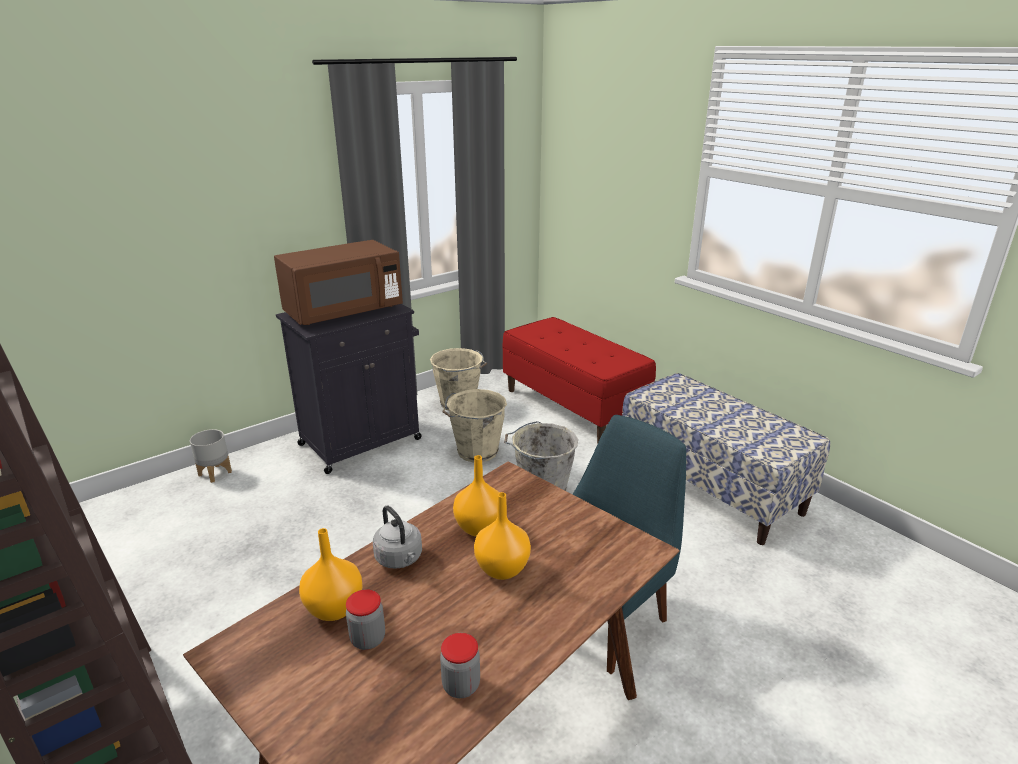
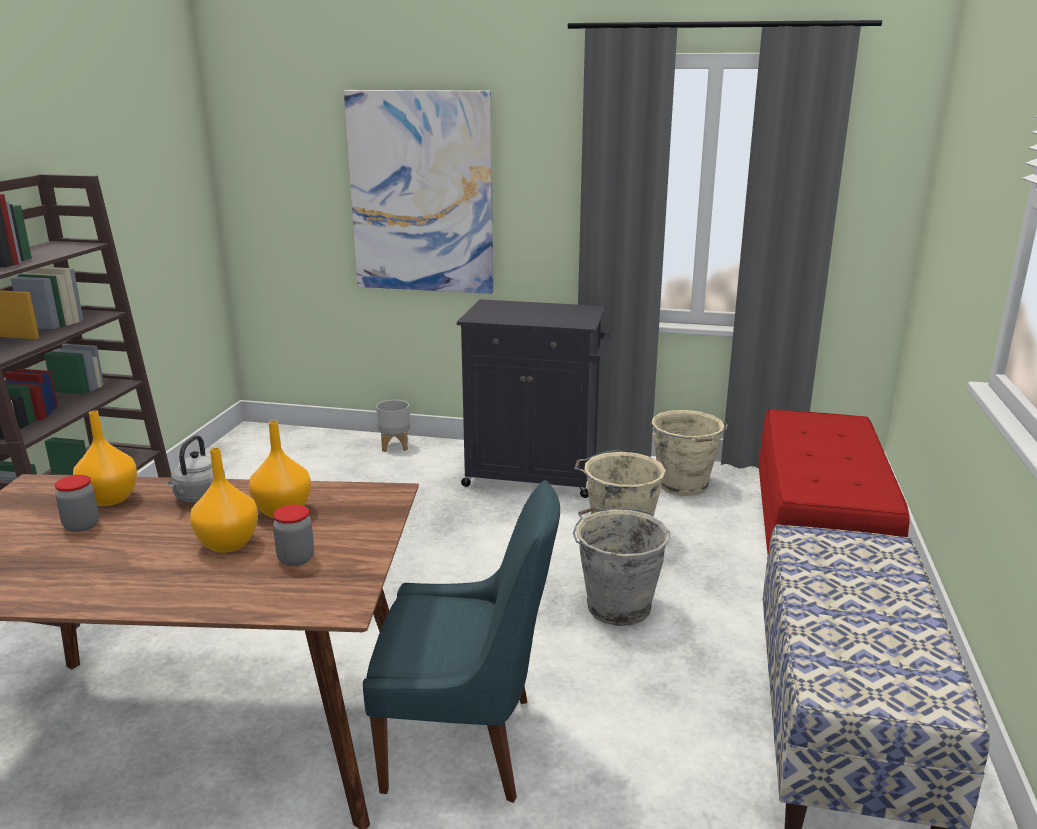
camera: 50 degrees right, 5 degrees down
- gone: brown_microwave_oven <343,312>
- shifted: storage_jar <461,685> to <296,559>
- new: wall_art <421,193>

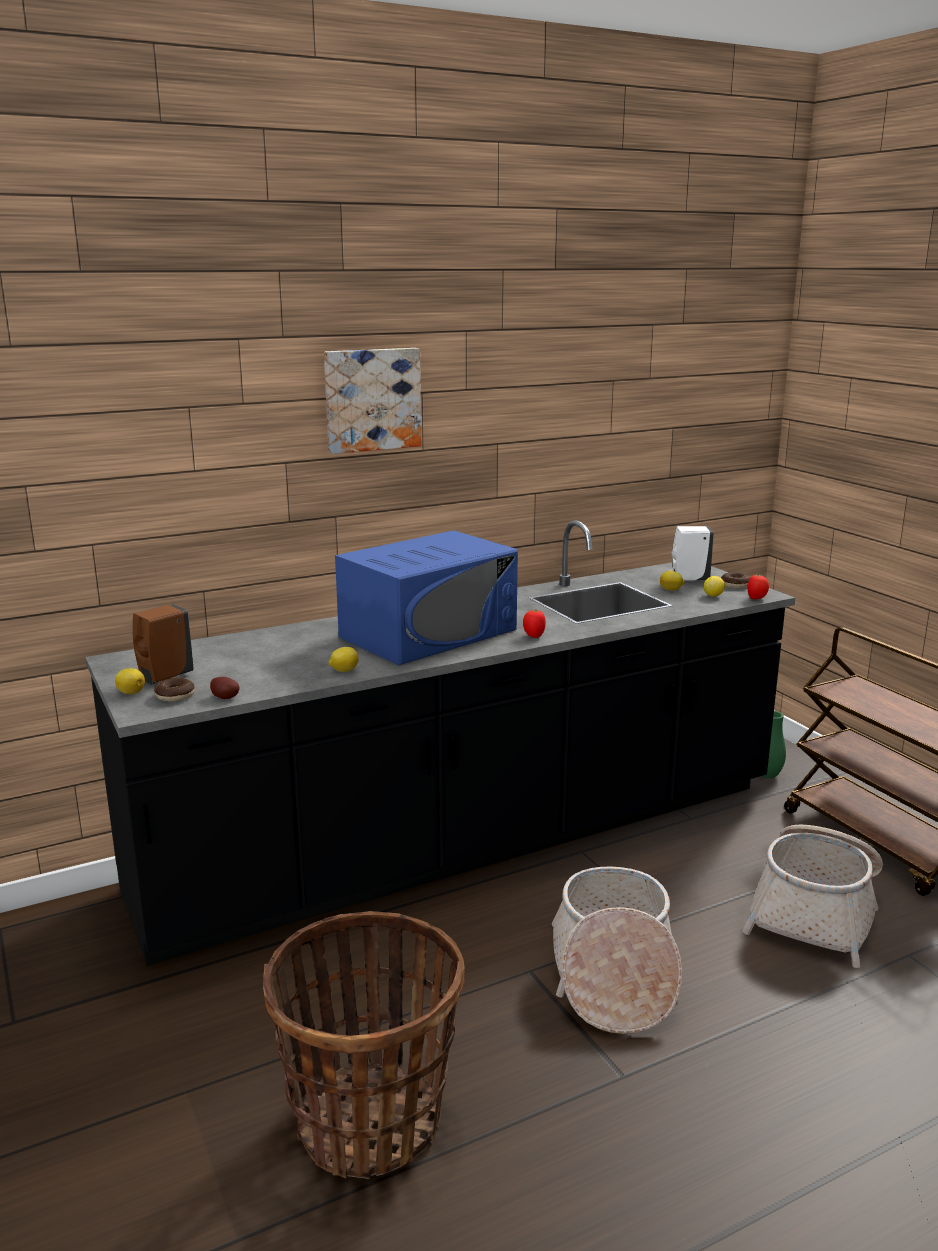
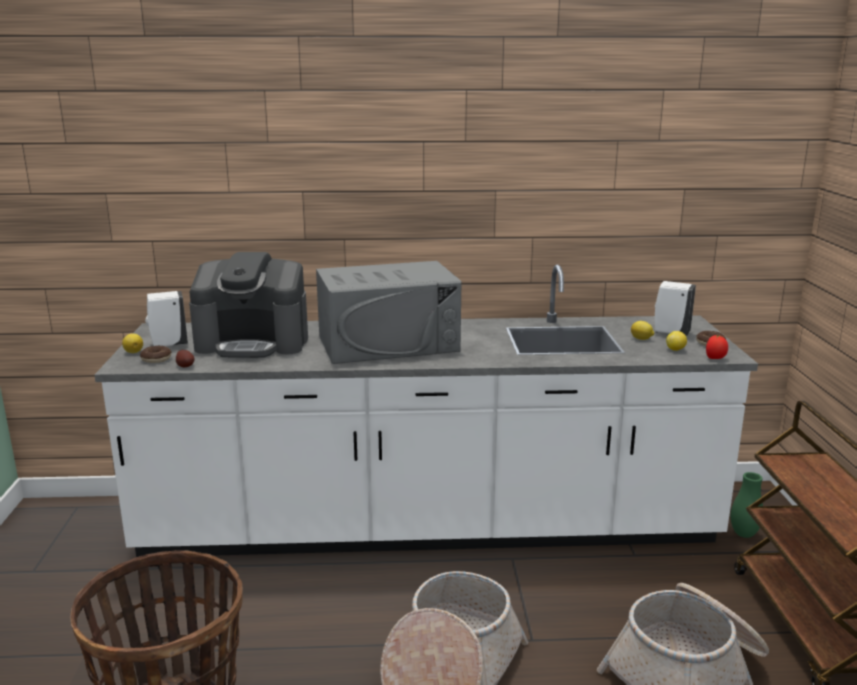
camera: 25 degrees right, 0 degrees up
- repainted: black_kitchen_base_unit <469,841> to white-coloured_kitchen_base_unit <428,526>
- repainted: brown_soap_bottle <164,677> to white-coloured_soap_bottle <167,345>
- gone: wall_art <371,399>
- gone: whole_lemon <344,670>
- repainted: blue-coloured_microwave_oven <429,633> to greyish_microwave_oven <388,343>
- gone: fresh_tomato <533,636>
- new: coffee_machine <253,342>

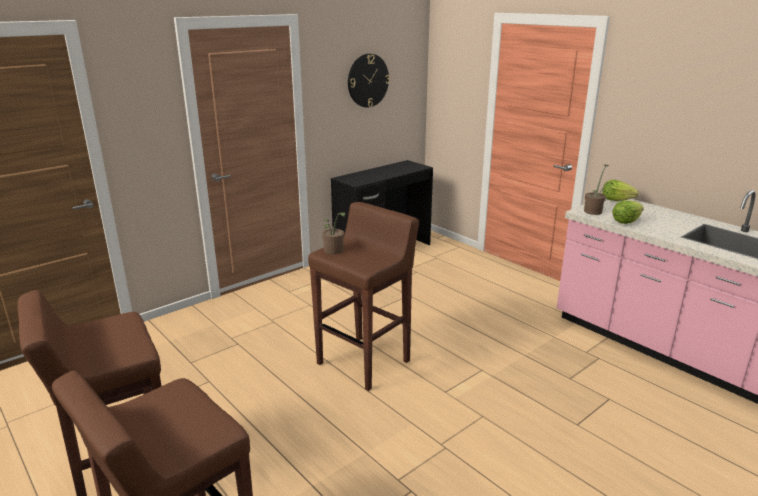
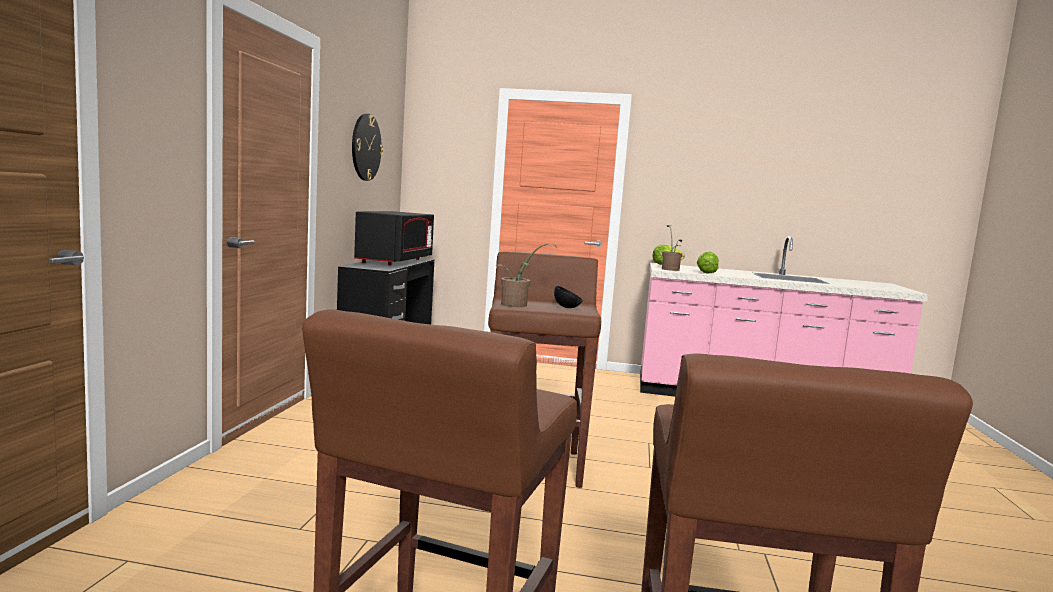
camera: 40 degrees left, 15 degrees down
- new: black_microwave_oven <395,261>
- new: black_deep_dish <567,308>

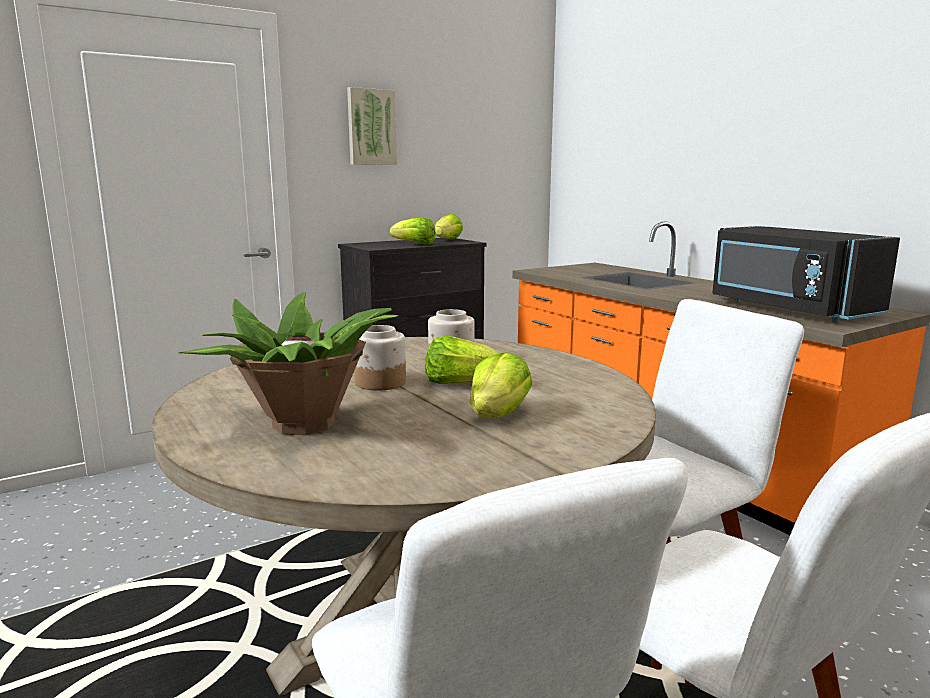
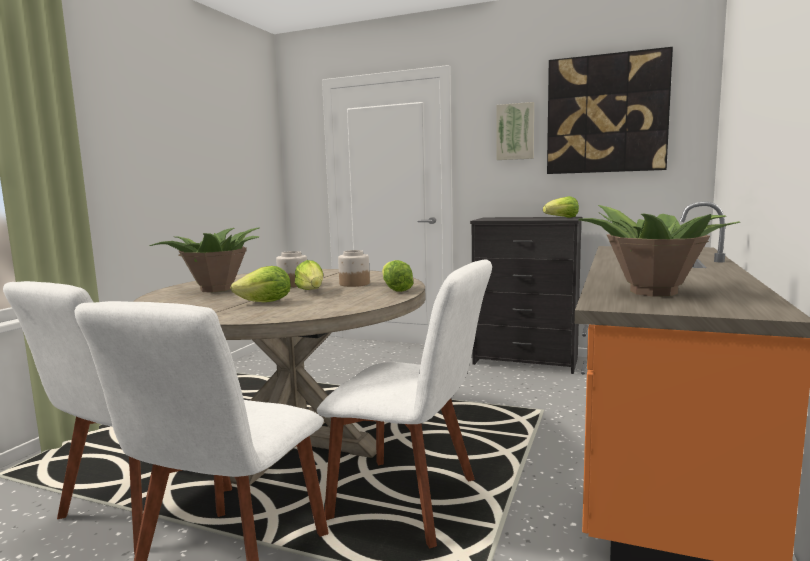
camera: 55 degrees right, 5 degrees down
- shifted: lettuce_head <415,244> to <395,289>
- swapped: black_microwave_oven <788,309> to potted_plant <653,291>
- new: wall_art <606,114>

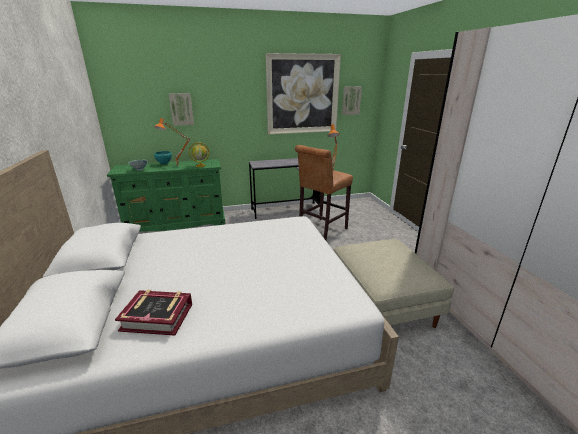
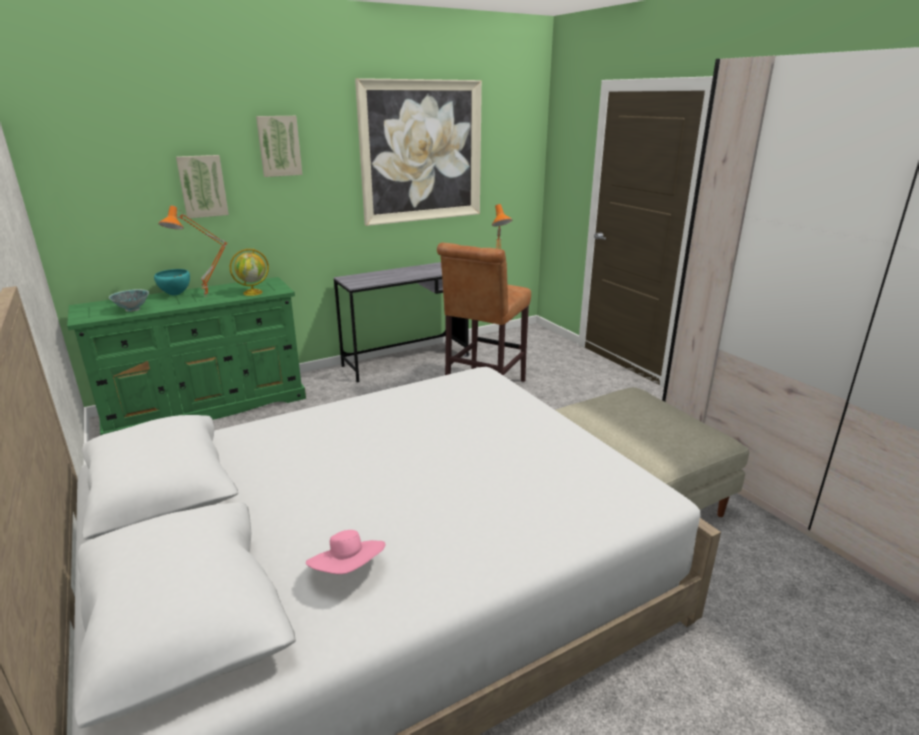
camera: 15 degrees left, 0 degrees up
- swapped: book <157,317> to pink-coloured_clothing_hat <349,570>
- shifted: wall_art <351,100> to <279,146>

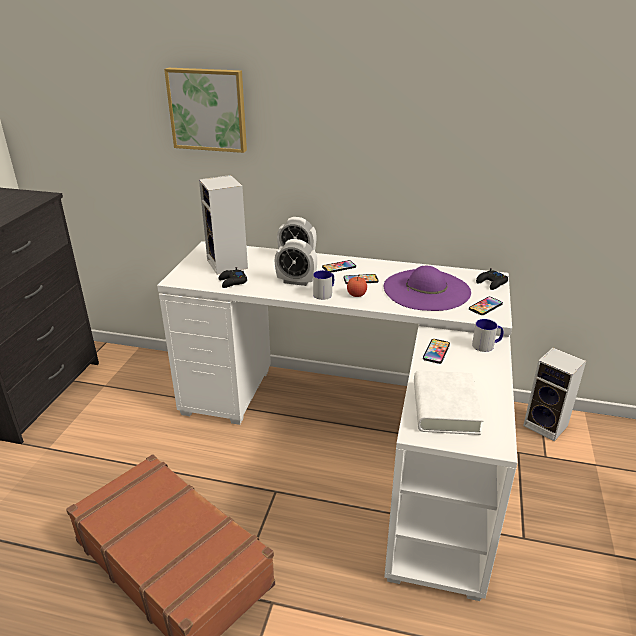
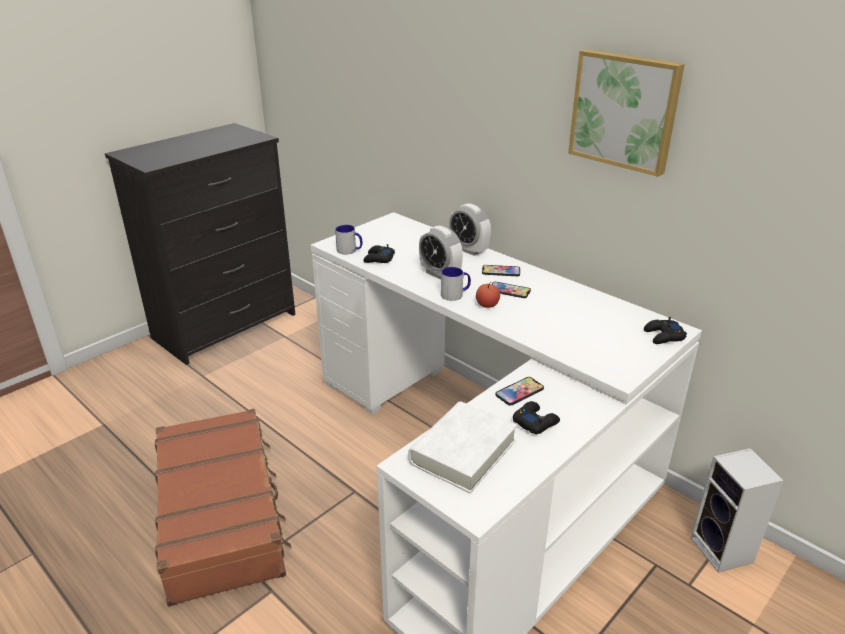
camera: 30 degrees right, 0 degrees up
- shifted: wall_art <208,109> to <625,110>
- gone: loudspeaker <228,265>
- gone: purple-coloured_clothing_hat <426,289>
- gone: handset <485,306>
- shifted: coffee_mug <486,345> to <350,250>
- new: black_game_controller <535,422>

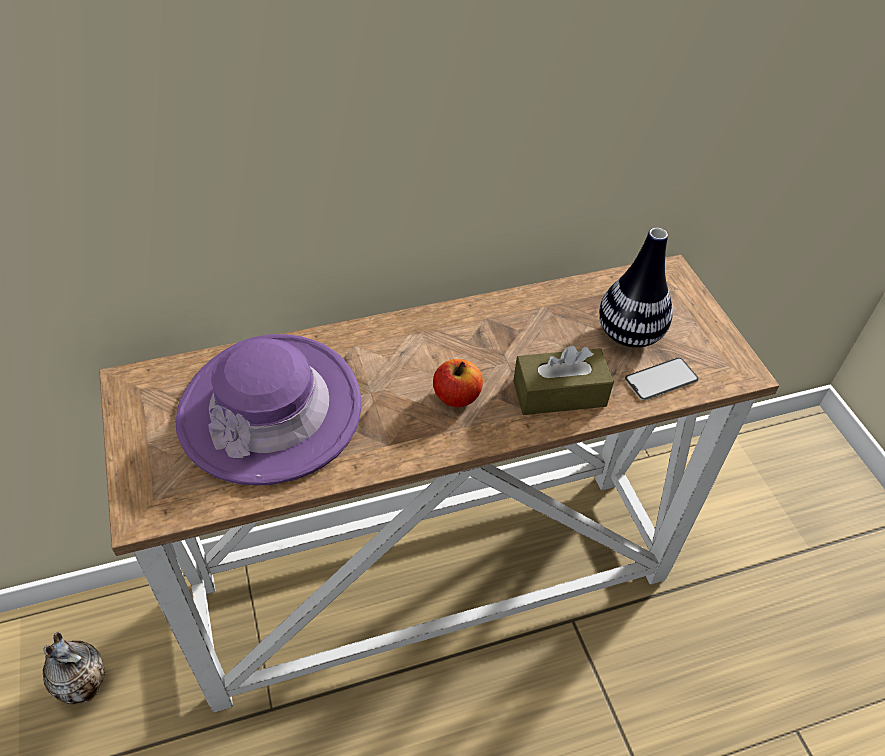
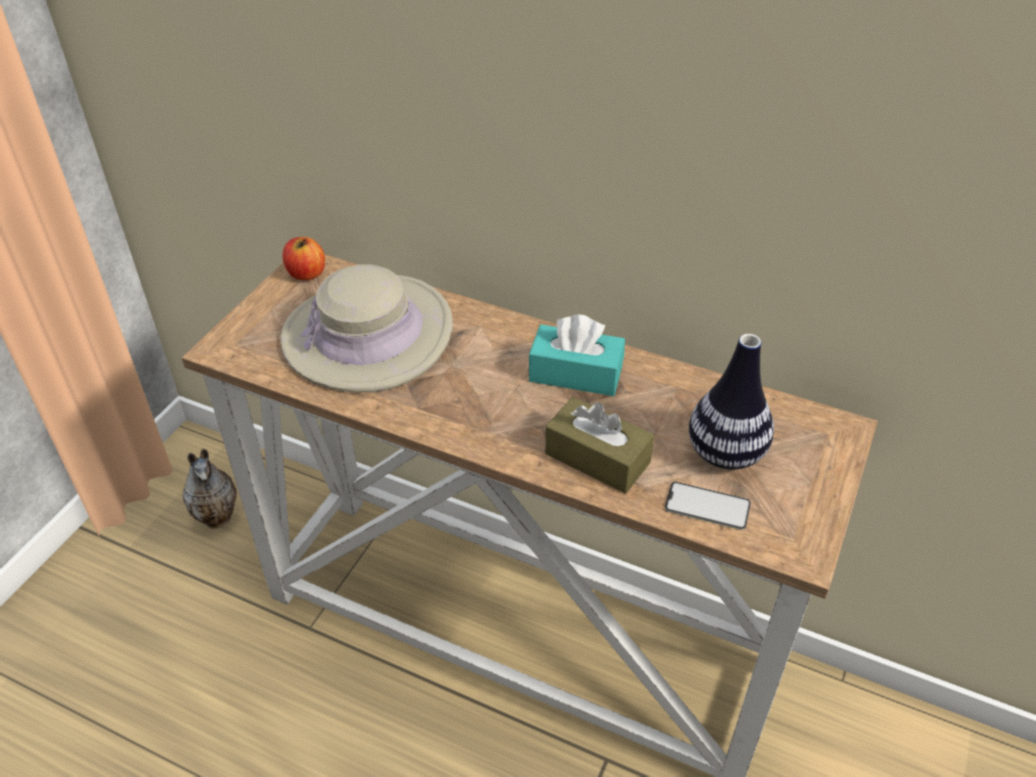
camera: 45 degrees right, 5 degrees down
- repainted: purple-coloured_clothing_hat <270,410> to beige_clothing_hat <368,334>
- shifted: whole_apple <456,396> to <306,273>
- new: turquoise_tissue_box <575,374>

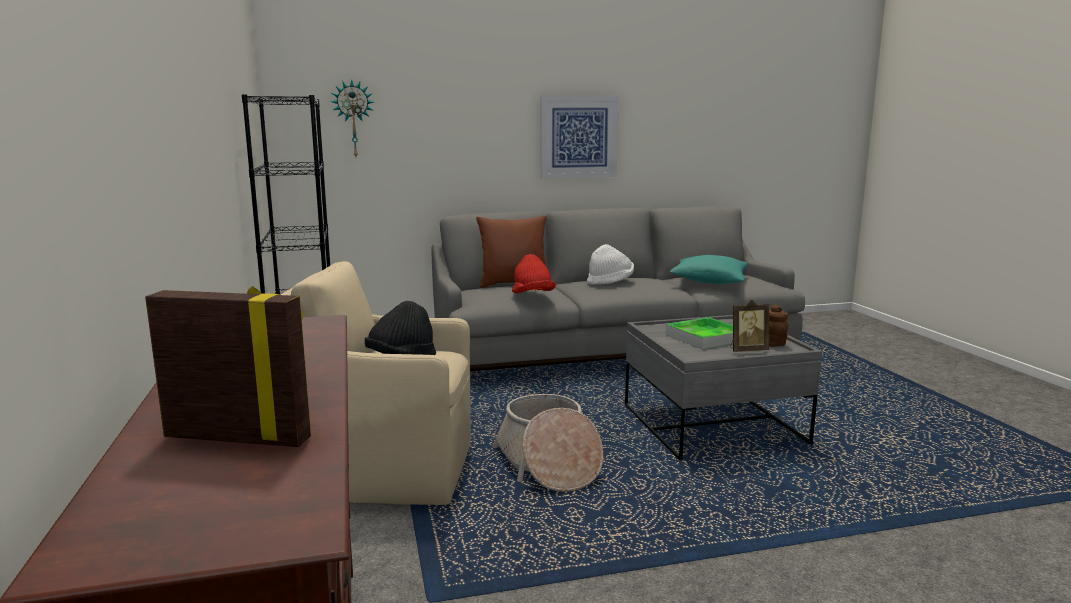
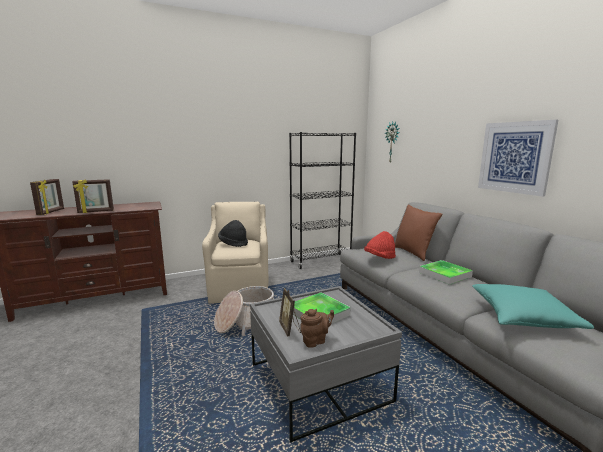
camera: 80 degrees right, 0 degrees up
- swapped: white-coloured_clothing_hat <610,282> to tray <445,274>
- new: photo_frame <96,211>

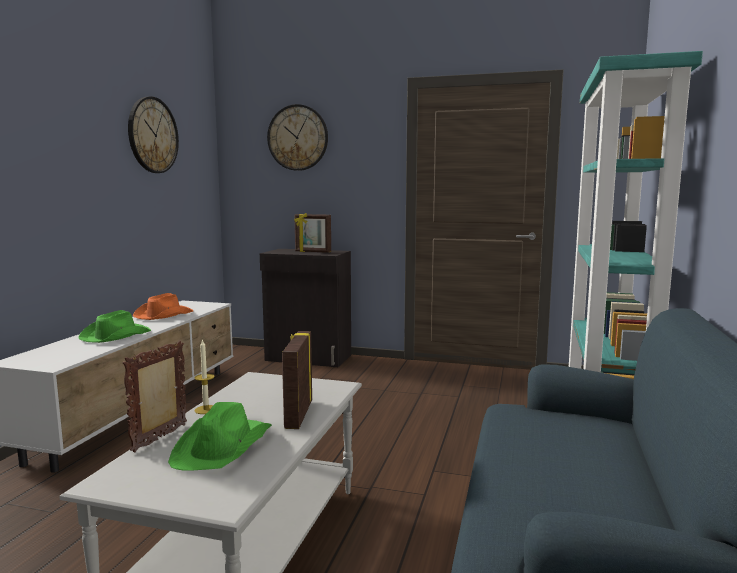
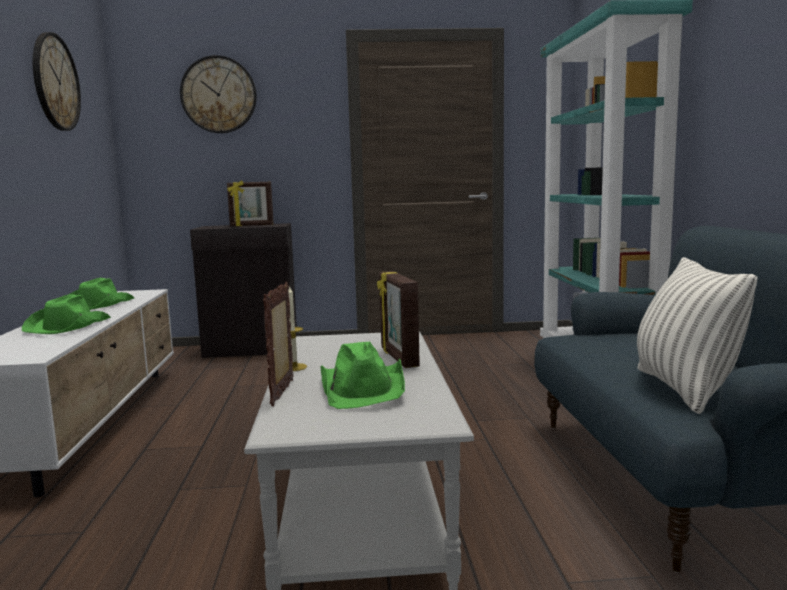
camera: 20 degrees left, 0 degrees up
- repainted: orangey_clothing_hat <163,315> to green-coloured_clothing_hat <98,304>
- new: throw_pillow <684,389>

